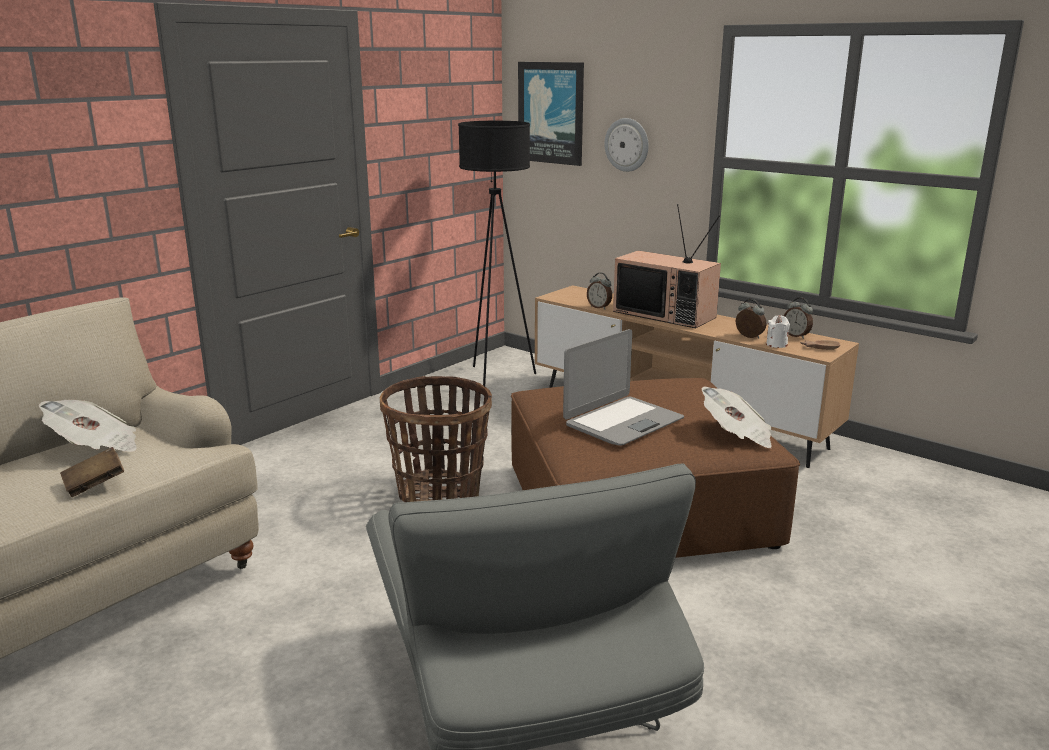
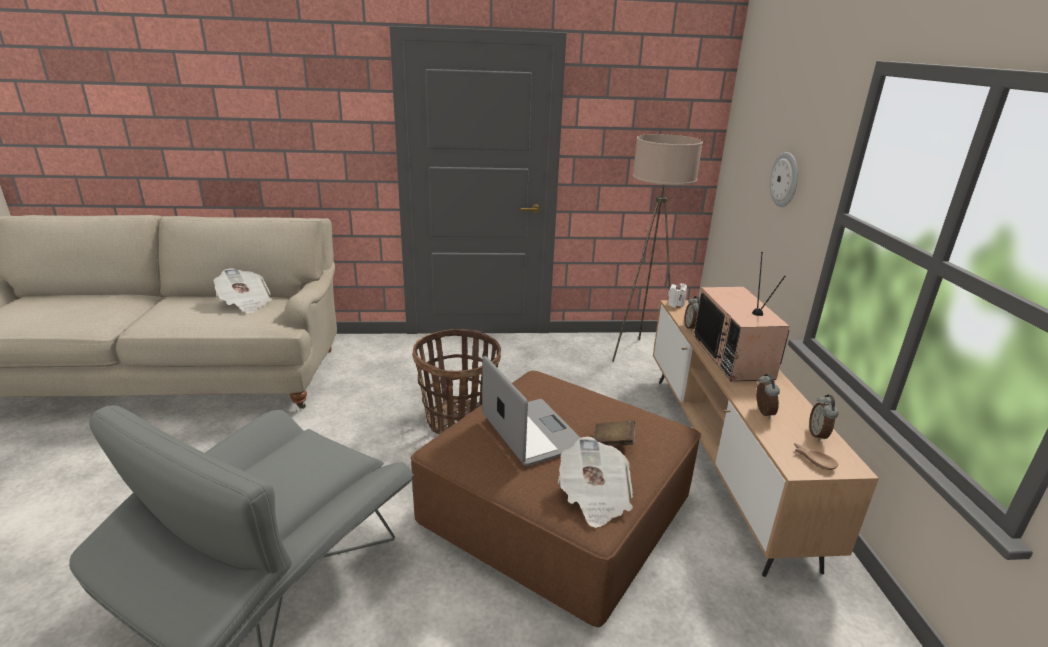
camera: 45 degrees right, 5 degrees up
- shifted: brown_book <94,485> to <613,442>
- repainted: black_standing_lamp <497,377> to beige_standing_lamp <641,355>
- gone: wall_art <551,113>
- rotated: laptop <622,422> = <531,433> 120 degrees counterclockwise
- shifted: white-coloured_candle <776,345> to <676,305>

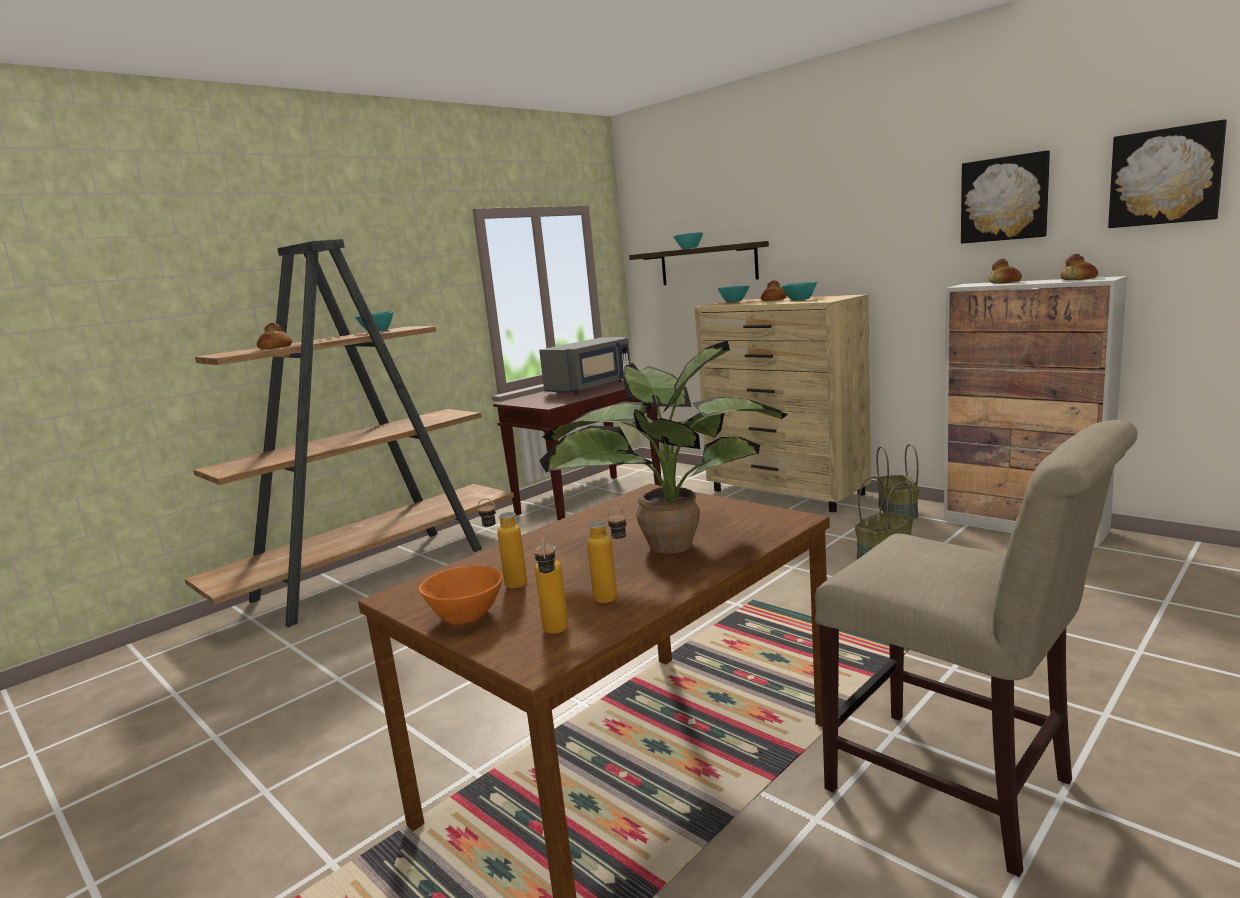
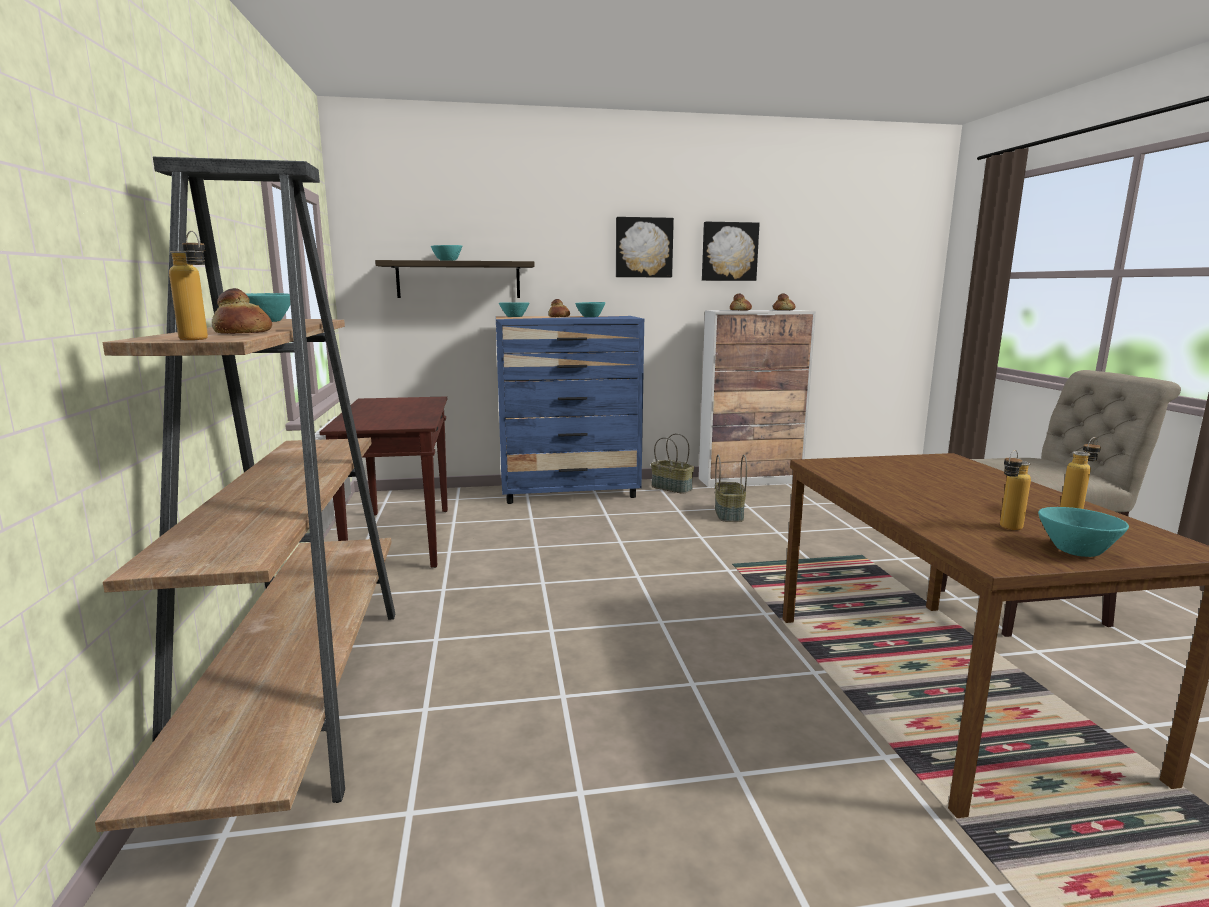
camera: 55 degrees left, 0 degrees up
- repainted: orangey_deep_dish <467,617> to turquoise_deep_dish <1078,550>
- shifted: drink_bottle <555,634> to <199,339>
- gone: greyish_microwave_oven <591,387>
- gone: potted_plant <666,542>
- repainted: beige_chest_of_drawers <787,493> to blue-coloured_chest_of_drawers <570,492>
- shifted: wall_art <1165,176> to <643,247>

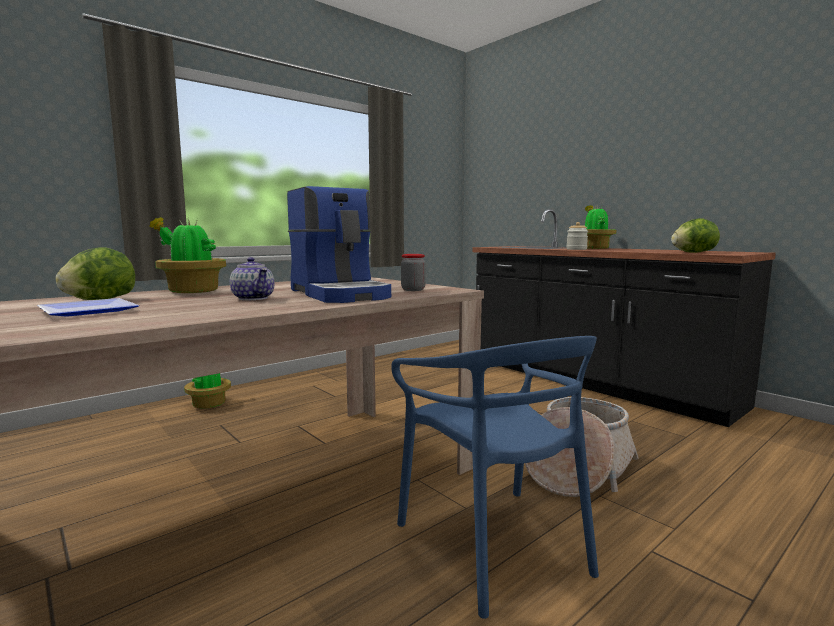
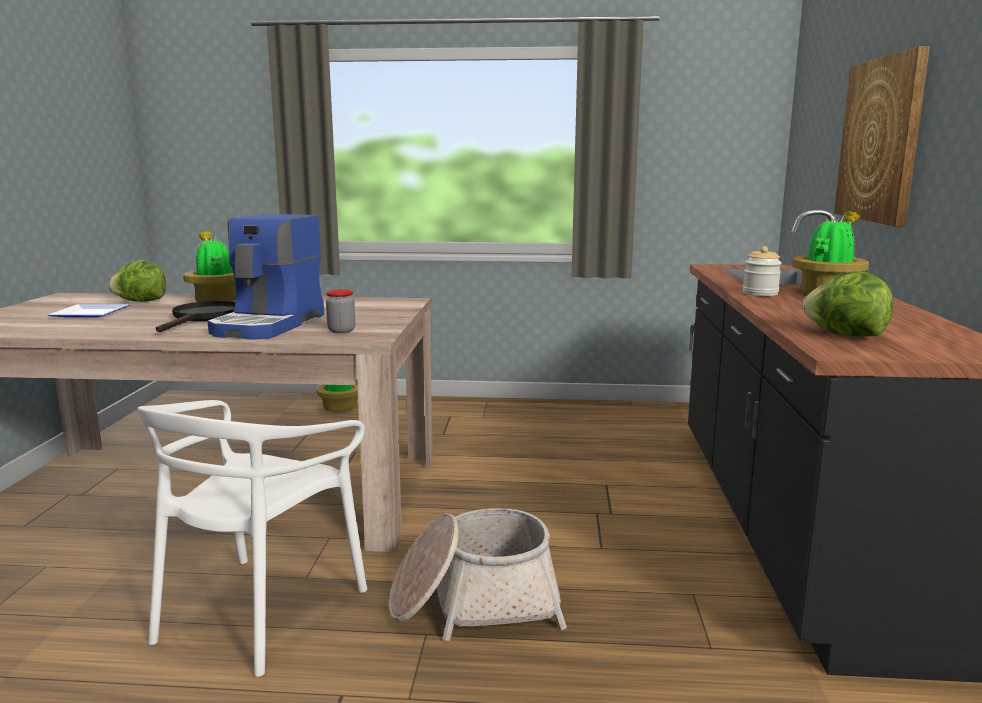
camera: 45 degrees right, 5 degrees up
- swapped: pot_for_tea <253,298> to black_skillet <203,318>
- repainted: blue-coloured_chair <494,544> to white-coloured_chair <259,611>
- new: wall_art <881,140>

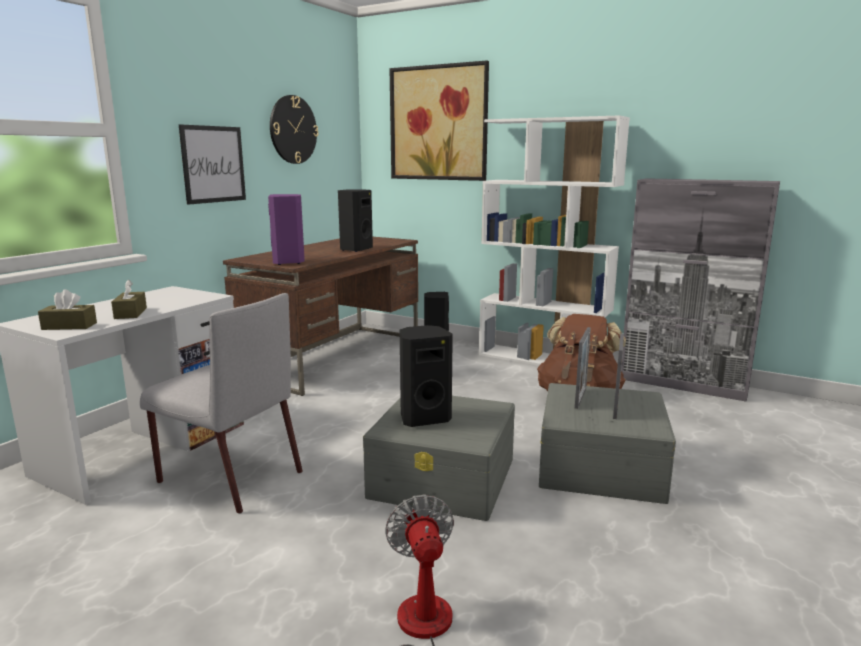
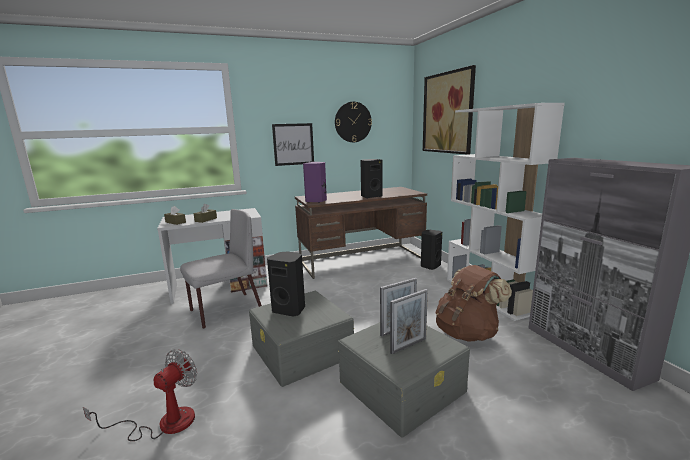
camera: 40 degrees right, 0 degrees up
- rotated: greyish_chair <228,477> = <225,310> 105 degrees counterclockwise

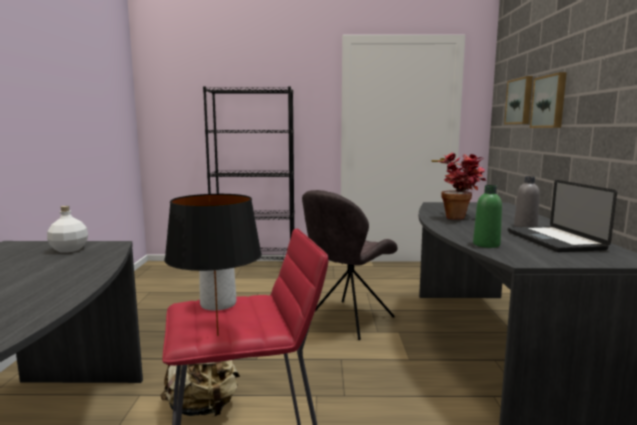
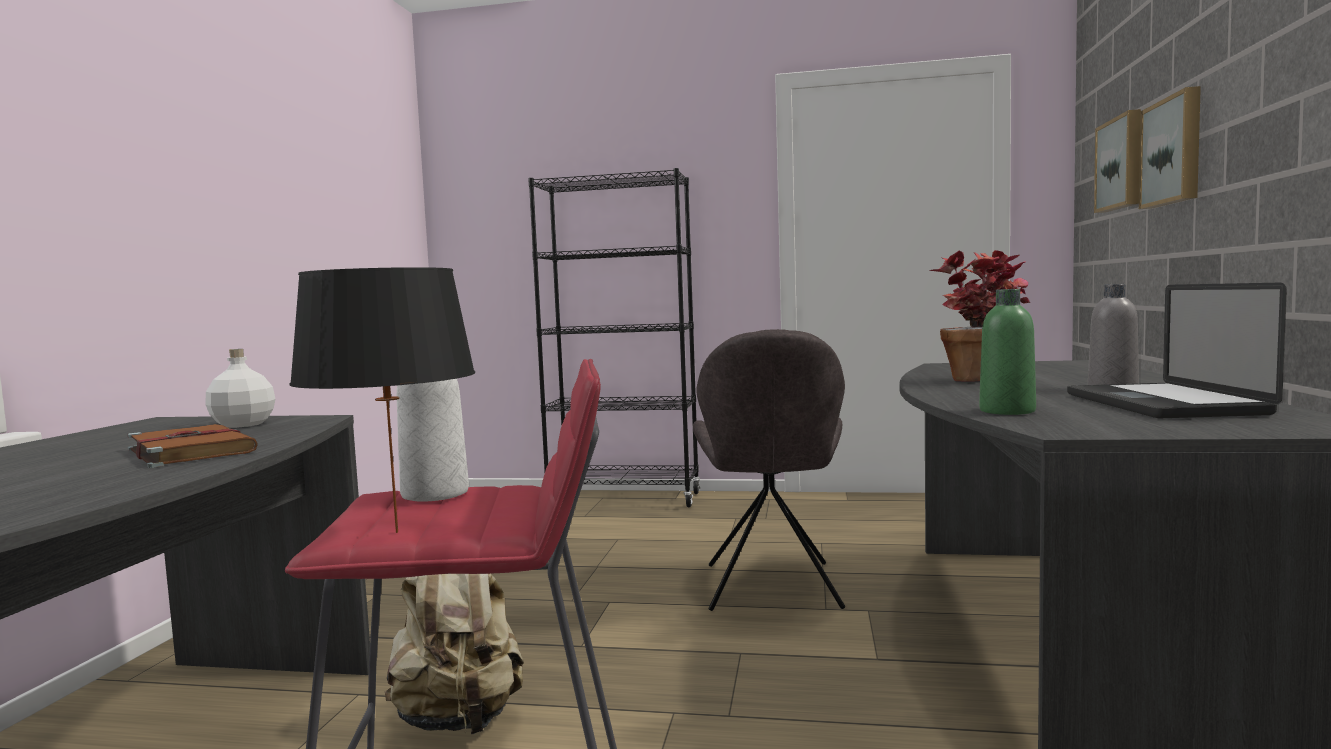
camera: 10 degrees right, 5 degrees down
- rotated: greyish_chair <347,320> = <771,588> 45 degrees counterclockwise
- new: brown_book <190,450>

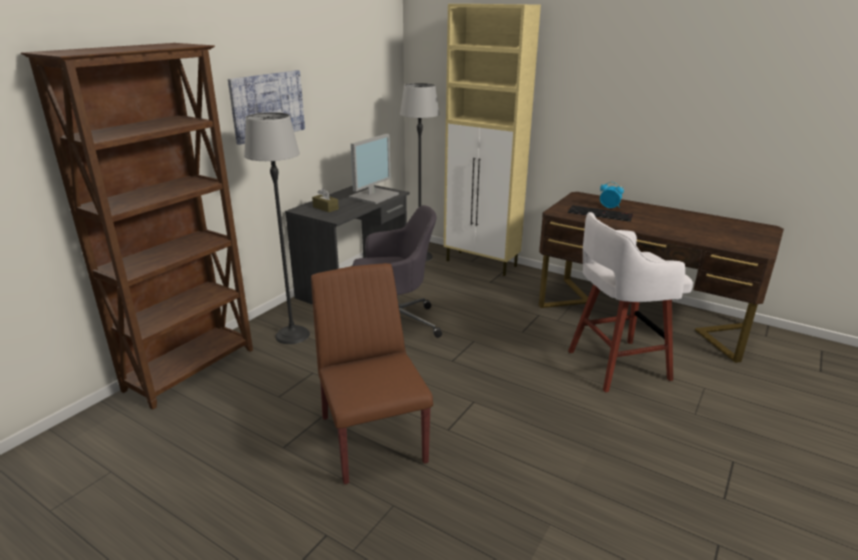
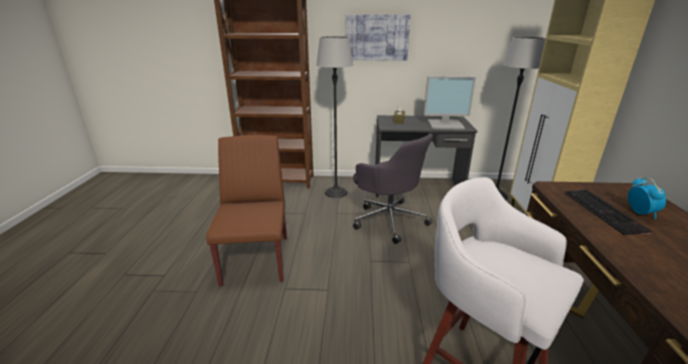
camera: 60 degrees right, 0 degrees up
- rotated: brown_chair <372,438> = <256,259> 45 degrees counterclockwise

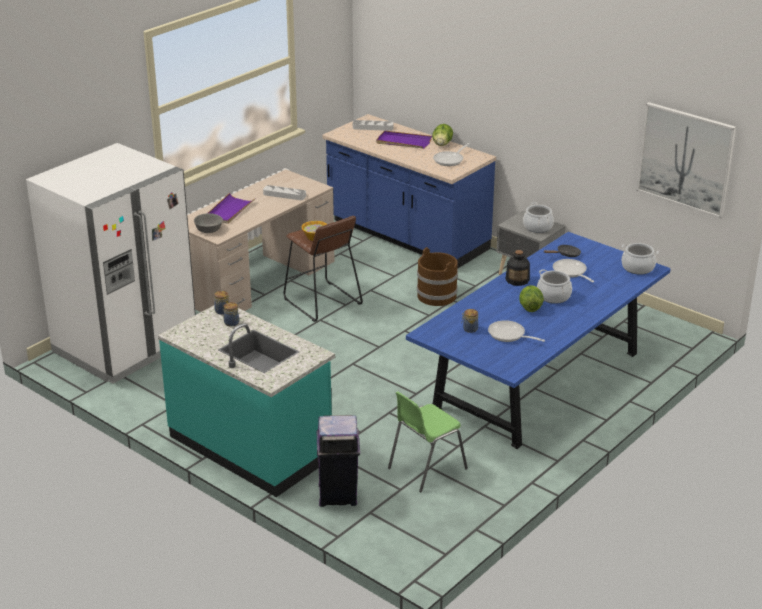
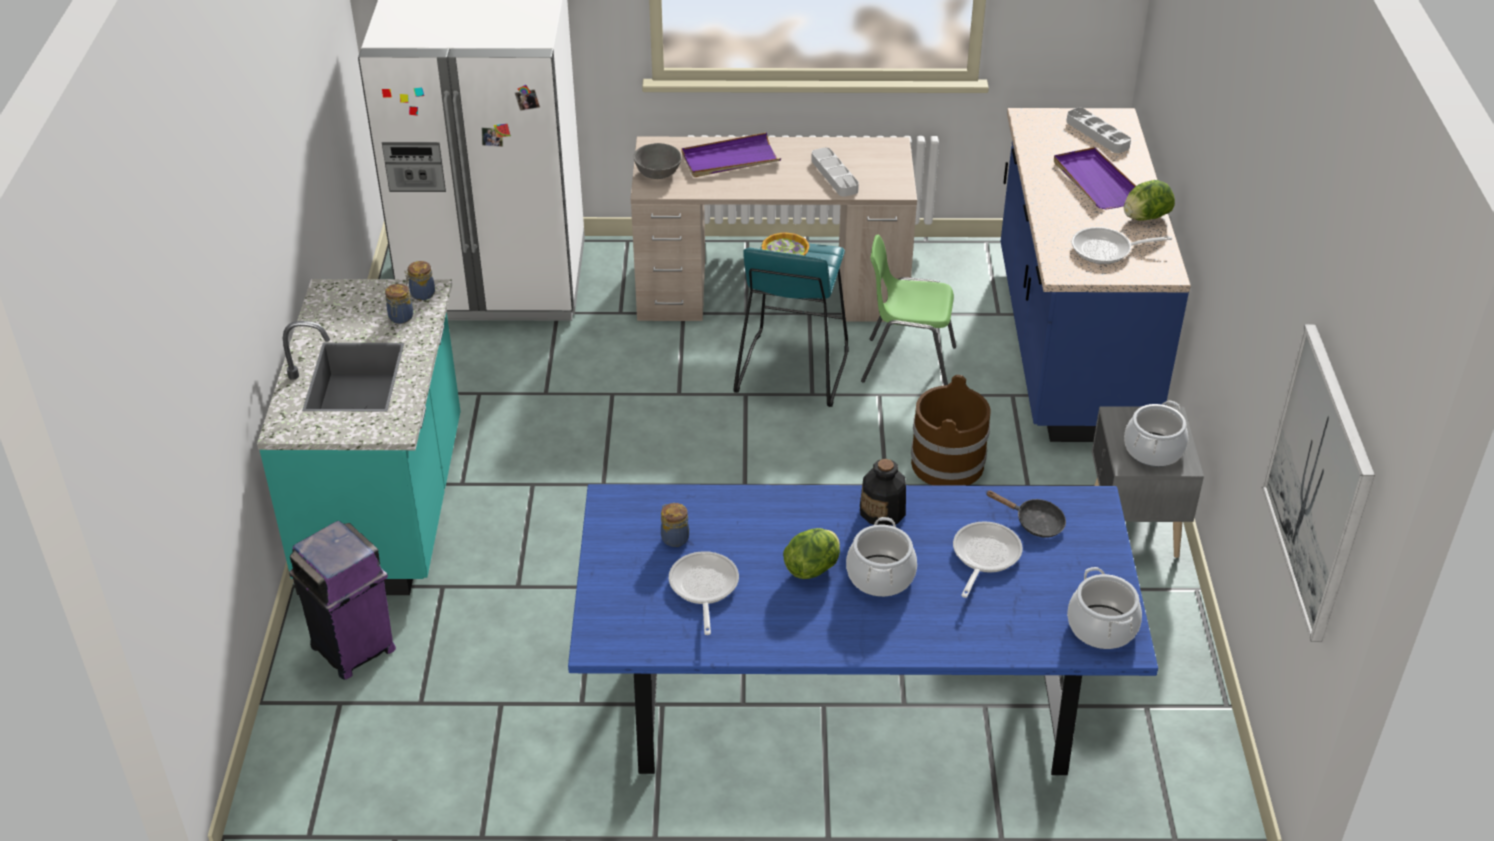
camera: 50 degrees right, 10 degrees up
- repainted: brown_sitting_stool <322,302> to turquoise_sitting_stool <791,370>
- shifted: green-coloured_chair <426,468> to <907,364>

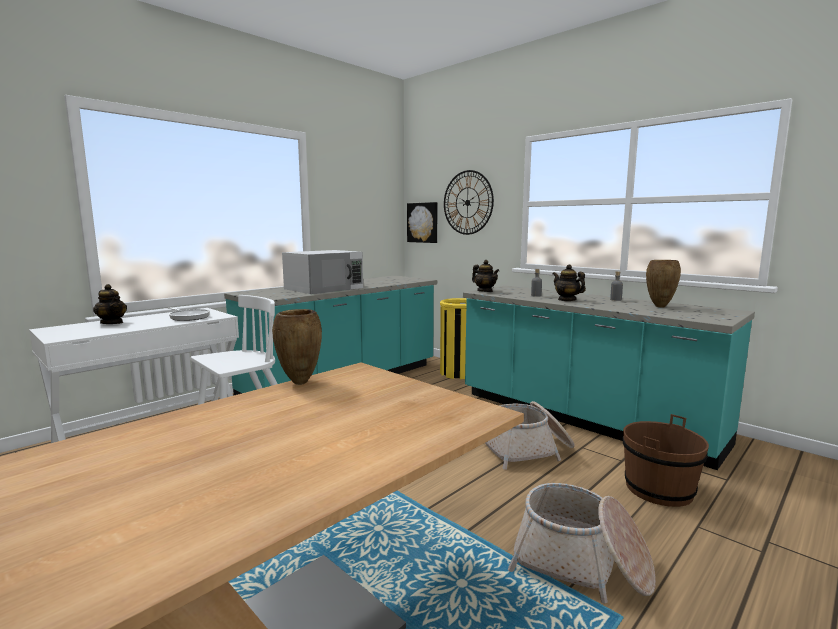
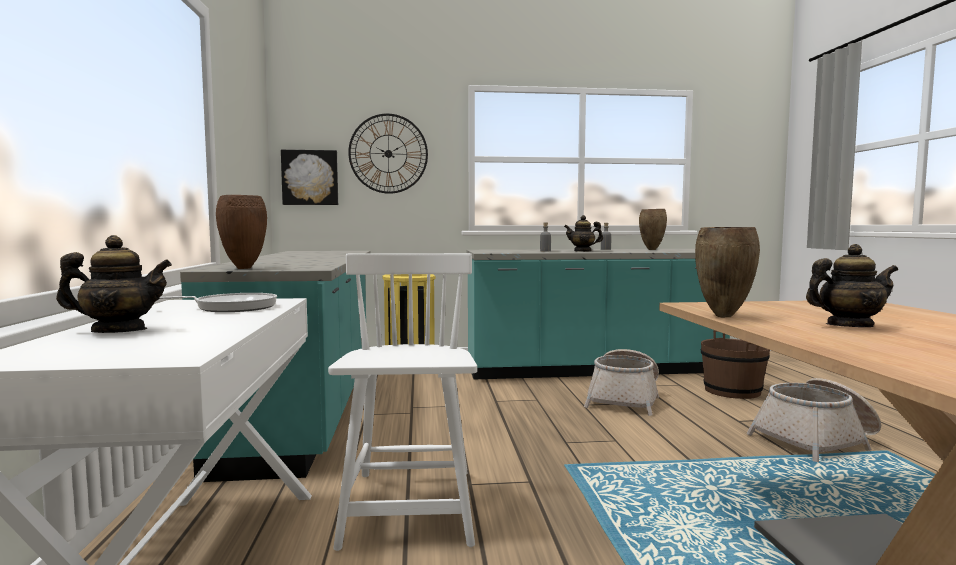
camera: 50 degrees left, 5 degrees down
- gone: white-coloured_microwave_oven <324,288>
- shifted: pot_for_tea <485,291> to <848,326>
- new: brown_vase <243,268>

